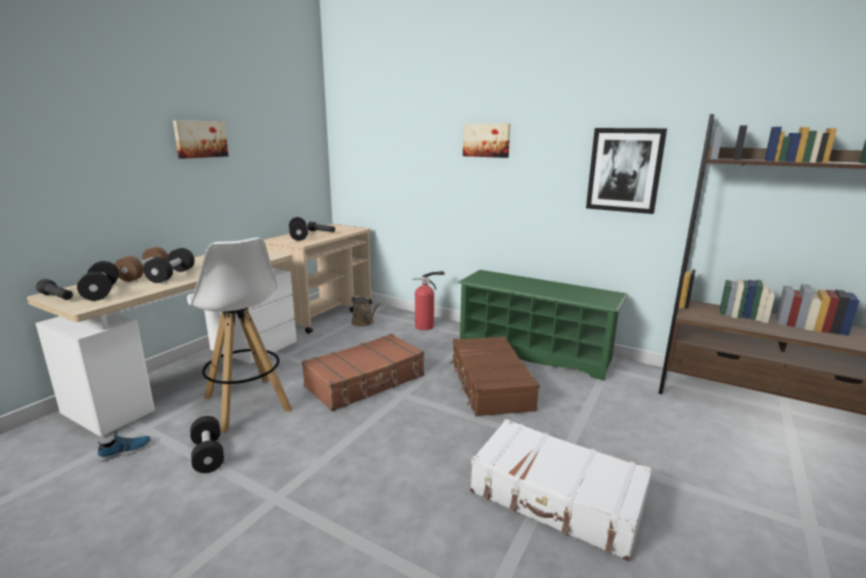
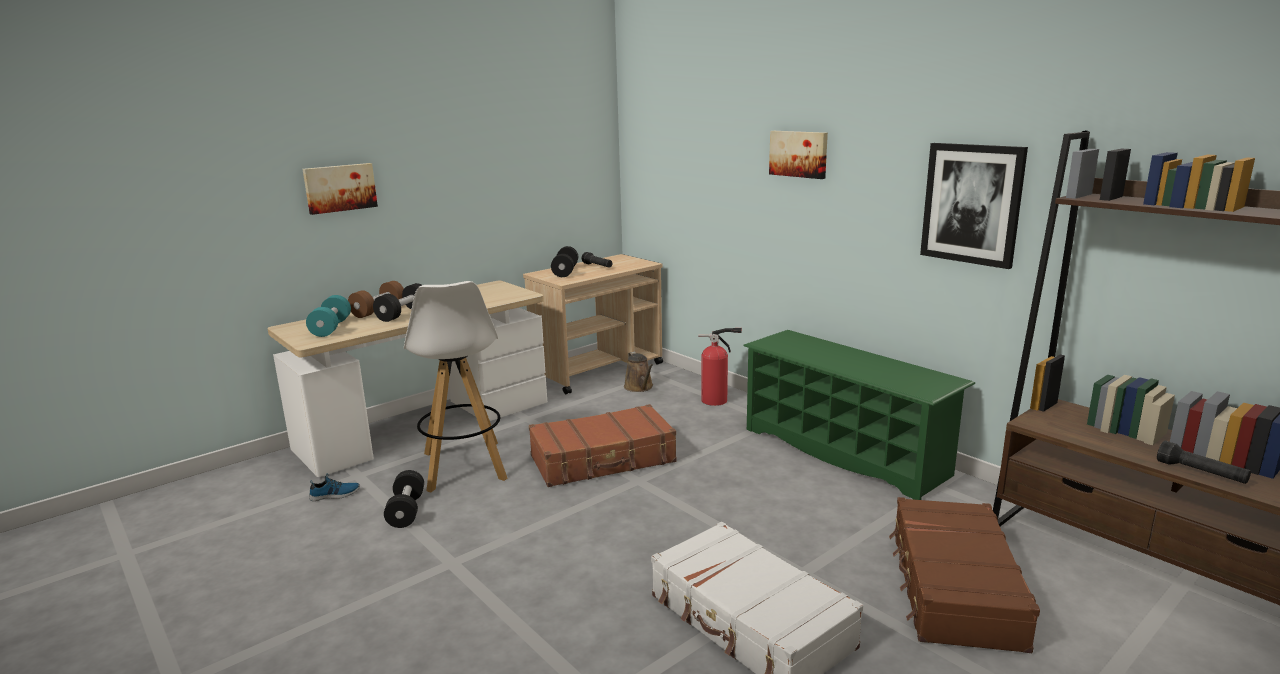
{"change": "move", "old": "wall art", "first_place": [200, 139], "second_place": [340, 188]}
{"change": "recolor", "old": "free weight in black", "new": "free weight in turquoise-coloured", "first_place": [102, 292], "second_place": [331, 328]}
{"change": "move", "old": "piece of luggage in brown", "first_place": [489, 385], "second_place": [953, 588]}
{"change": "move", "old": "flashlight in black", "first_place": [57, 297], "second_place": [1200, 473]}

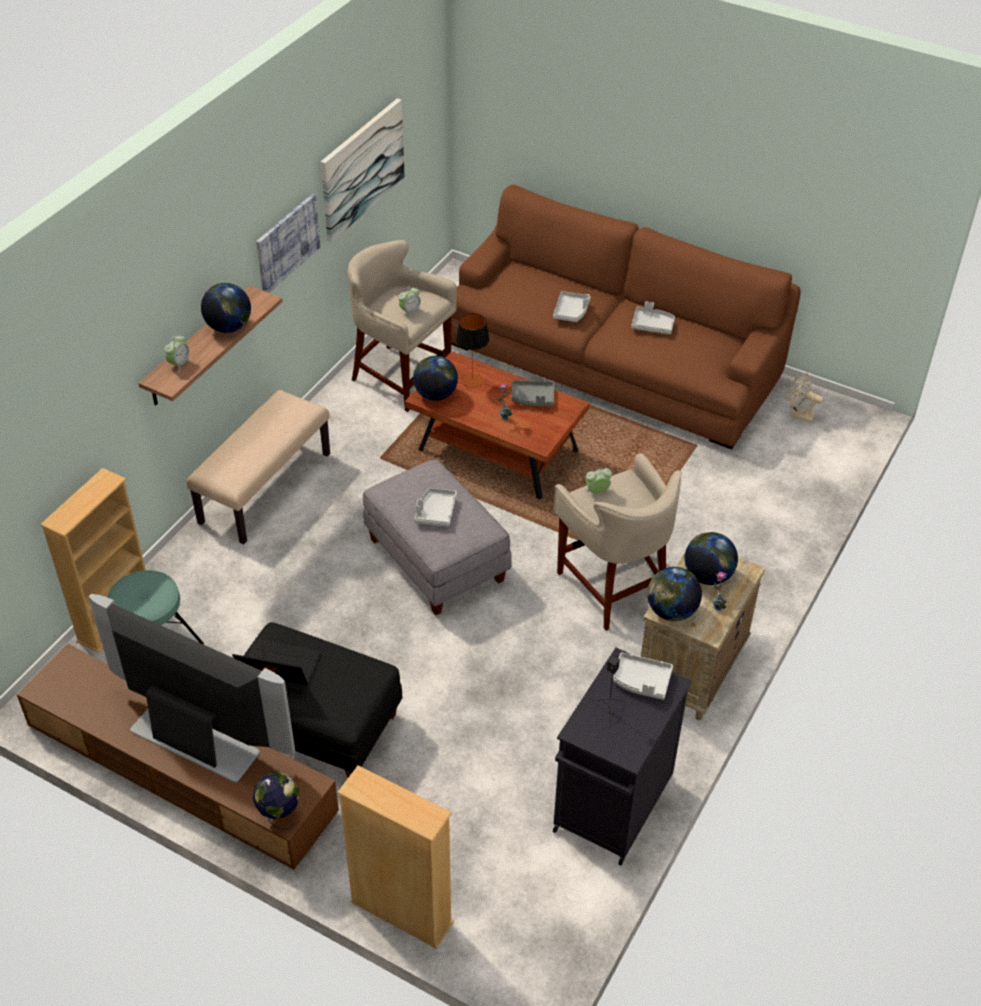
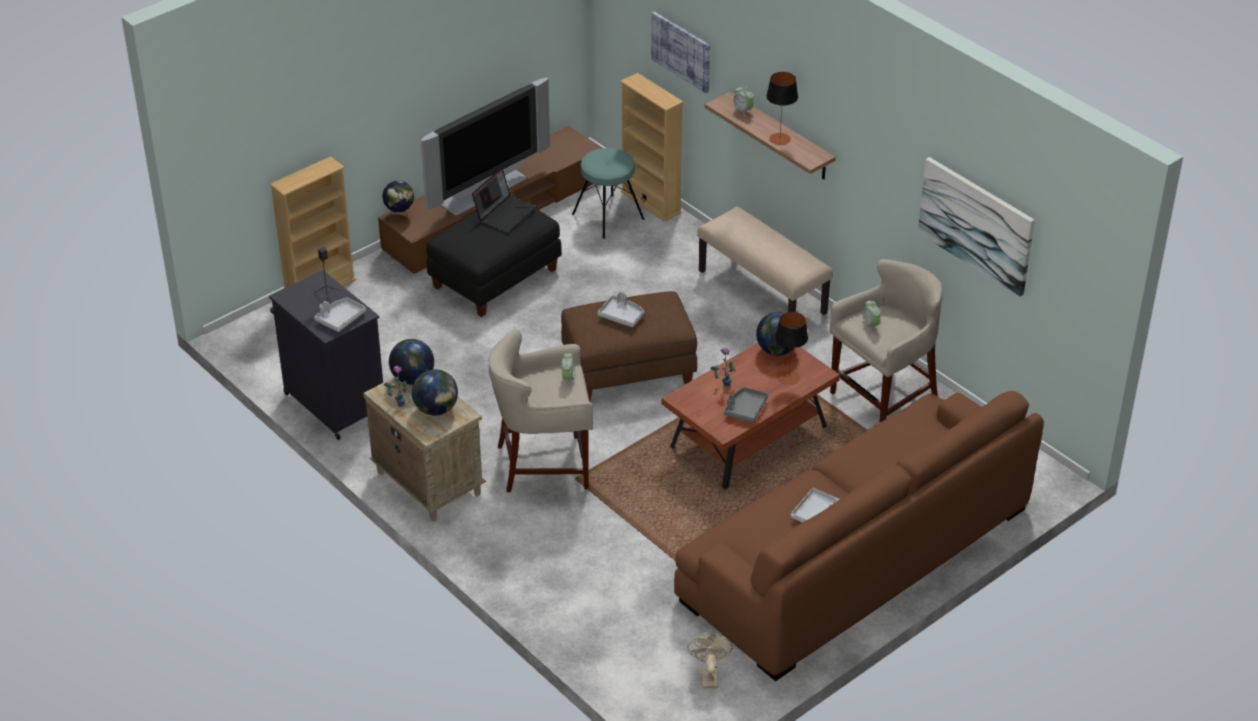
{"change": "recolor", "old": "ottoman in greyish", "new": "ottoman in brown", "first_place": [435, 560], "second_place": [629, 369]}
{"change": "move", "old": "wall art", "first_place": [287, 243], "second_place": [681, 51]}
{"change": "rotate", "old": "cooling fan in sand-coloured", "first_place": [798, 415], "second_place": [709, 675], "degrees": -45}
{"change": "replace", "old": "world globe", "new": "table lamp", "first_place": [229, 327], "second_place": [779, 139]}
{"change": "delete", "old": "carrying tray in greyish", "first_place": [571, 311]}

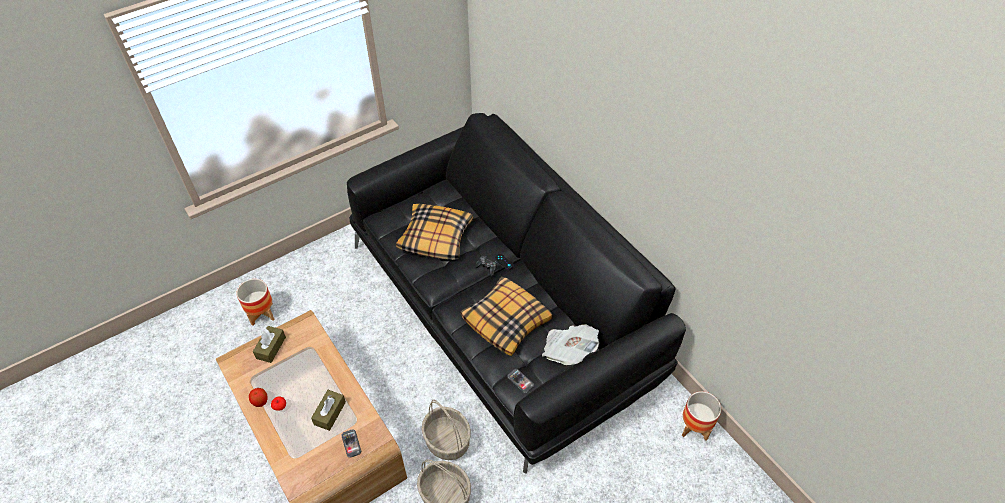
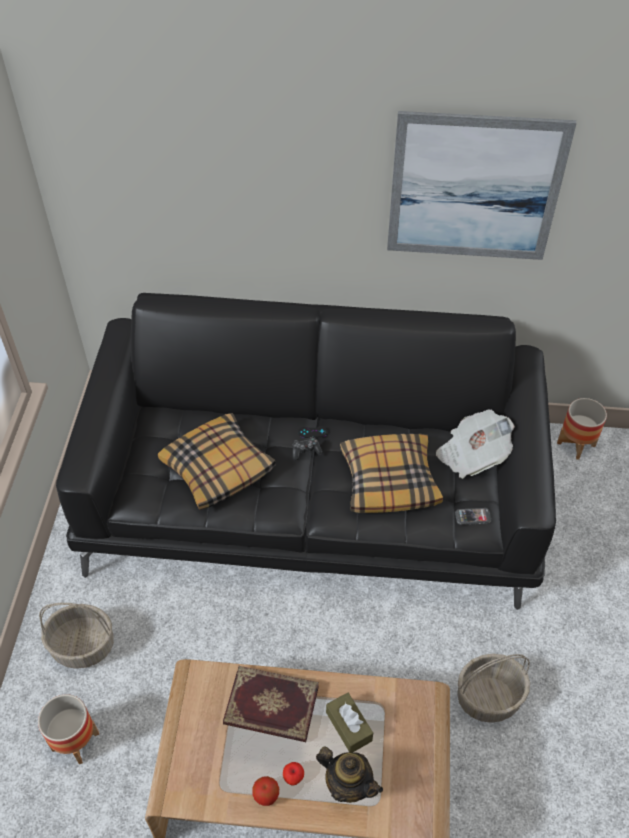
{"change": "move", "old": "household basket", "first_place": [447, 440], "second_place": [82, 646]}
{"change": "insert", "new": "book", "second_place": [271, 707]}
{"change": "insert", "new": "tea pot", "second_place": [348, 784]}
{"change": "insert", "new": "wall art", "second_place": [474, 188]}
{"change": "delete", "old": "tissue holder in brown", "first_place": [271, 347]}
{"change": "delete", "old": "phone", "first_place": [351, 443]}

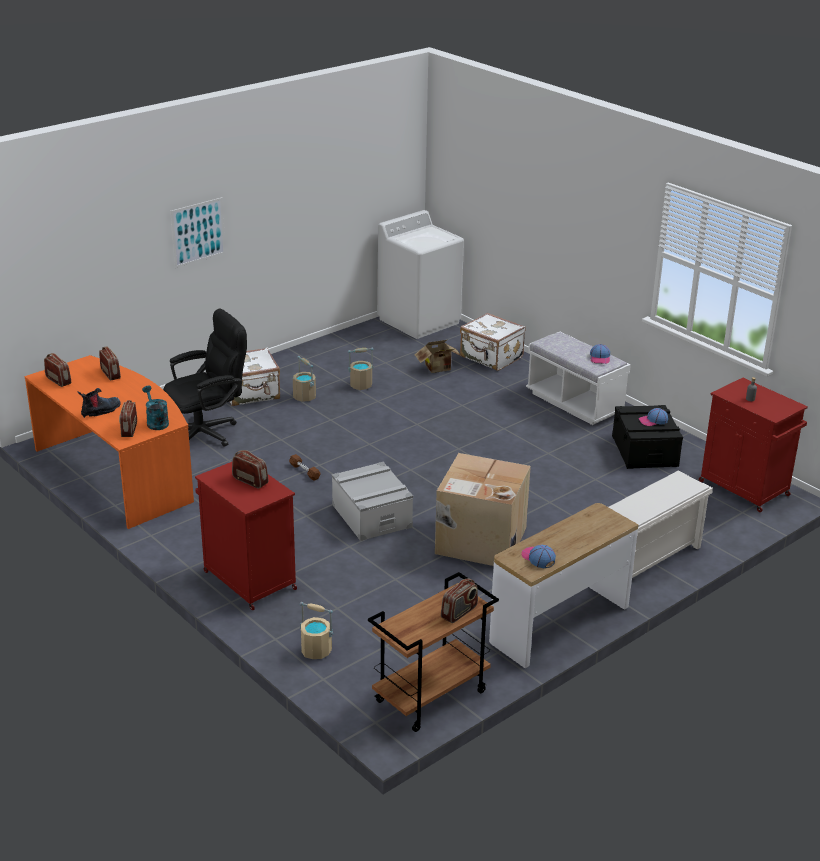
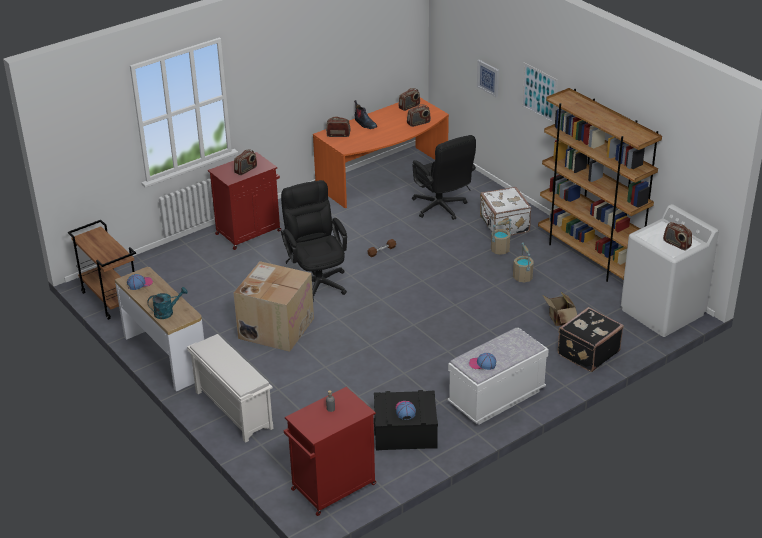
{"change": "move", "old": "watering can in turquoise-coloured", "first_place": [156, 422], "second_place": [167, 312]}
{"change": "replace", "old": "storage bin in greyish", "new": "office chair in black", "first_place": [371, 516], "second_place": [317, 280]}
{"change": "insert", "new": "wall art", "second_place": [488, 78]}
{"change": "insert", "new": "shelving unit in brown", "second_place": [589, 257]}
{"change": "recolor", "old": "piece of luggage in white-coloured", "new": "piece of luggage in black", "first_place": [491, 358], "second_place": [587, 352]}
{"change": "move", "old": "radio receiver", "first_place": [459, 612], "second_place": [676, 244]}
{"change": "delete", "old": "water bucket in sand-coloured", "first_place": [316, 650]}

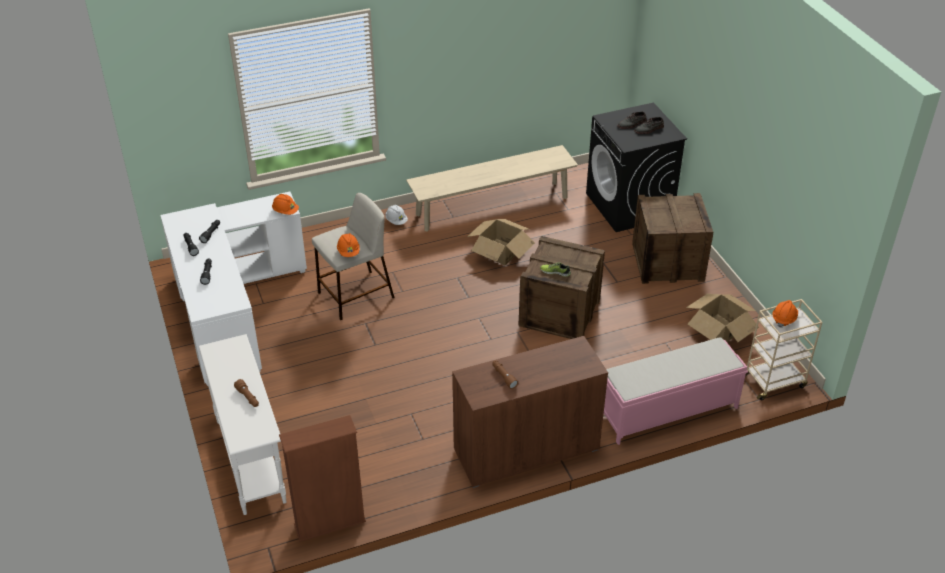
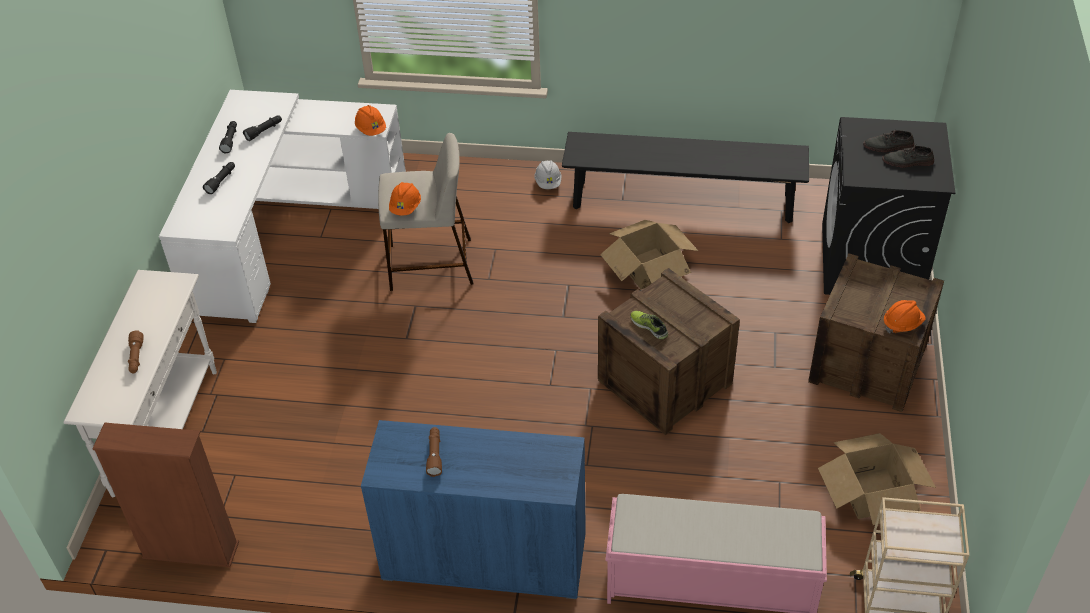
{"change": "recolor", "old": "cabinet in brown", "new": "cabinet in blue", "first_place": [526, 449], "second_place": [484, 557]}
{"change": "recolor", "old": "long seat in sand-coloured", "new": "long seat in black", "first_place": [492, 206], "second_place": [682, 201]}
{"change": "move", "old": "work helmet in orange", "first_place": [784, 319], "second_place": [902, 324]}

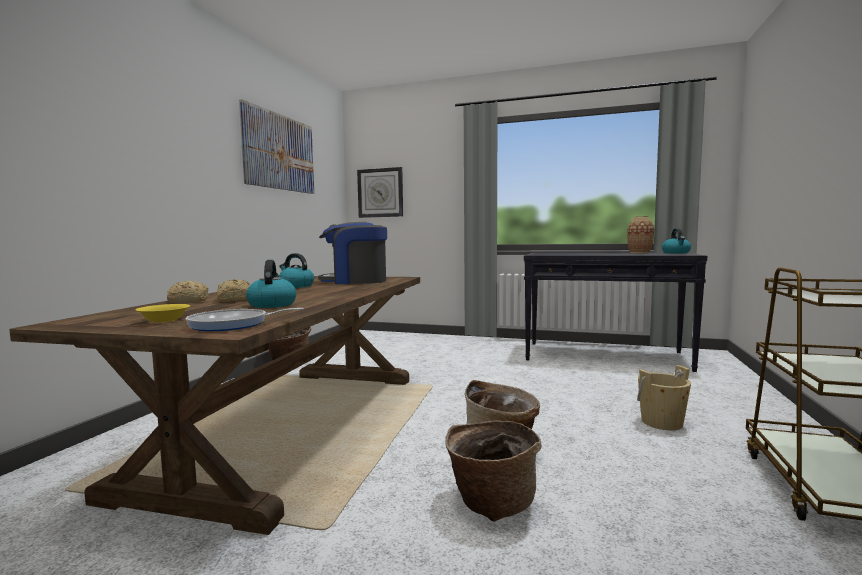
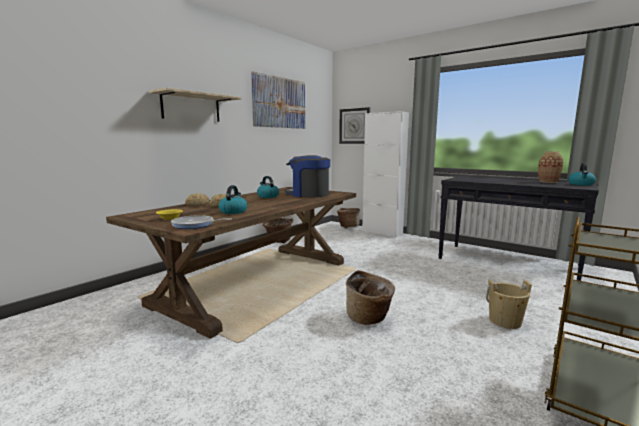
{"change": "insert", "new": "bracket shelf", "second_place": [191, 107]}
{"change": "move", "old": "household basket", "first_place": [491, 502], "second_place": [348, 226]}
{"change": "insert", "new": "cabinet in white-coloured", "second_place": [382, 232]}

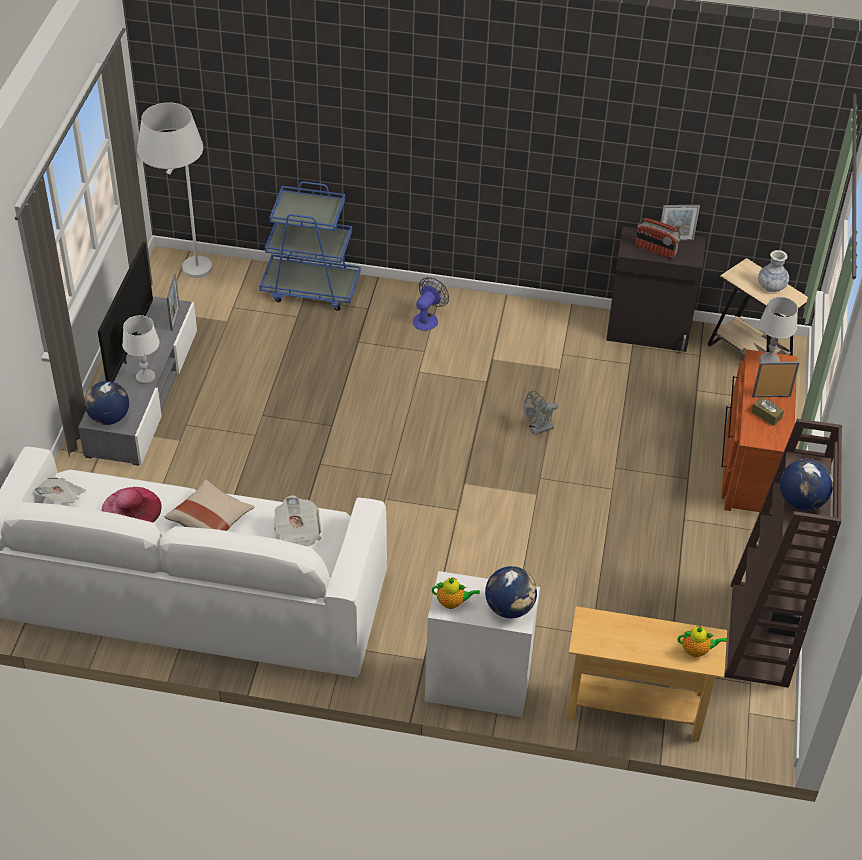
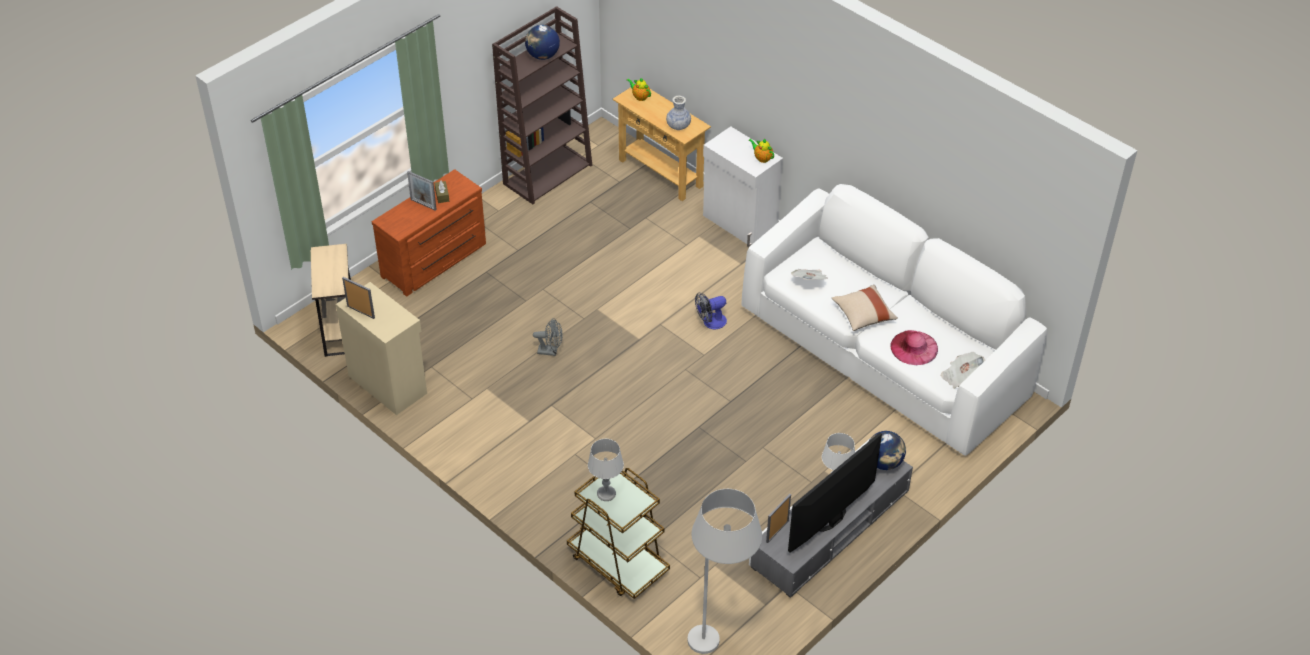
{"change": "recolor", "old": "cabinet in black", "new": "cabinet in sand-coloured", "first_place": [648, 332], "second_place": [388, 383]}
{"change": "recolor", "old": "trolley in blue", "new": "trolley in brown", "first_place": [311, 289], "second_place": [617, 562]}
{"change": "move", "old": "table lamp in greyish", "first_place": [769, 361], "second_place": [606, 494]}
{"change": "move", "old": "flower vase", "first_place": [771, 286], "second_place": [678, 126]}
{"change": "move", "old": "cooling fan", "first_place": [427, 318], "second_place": [710, 322]}
{"change": "delete", "old": "world globe", "first_place": [510, 608]}
{"change": "delete", "old": "radio receiver", "first_place": [655, 250]}

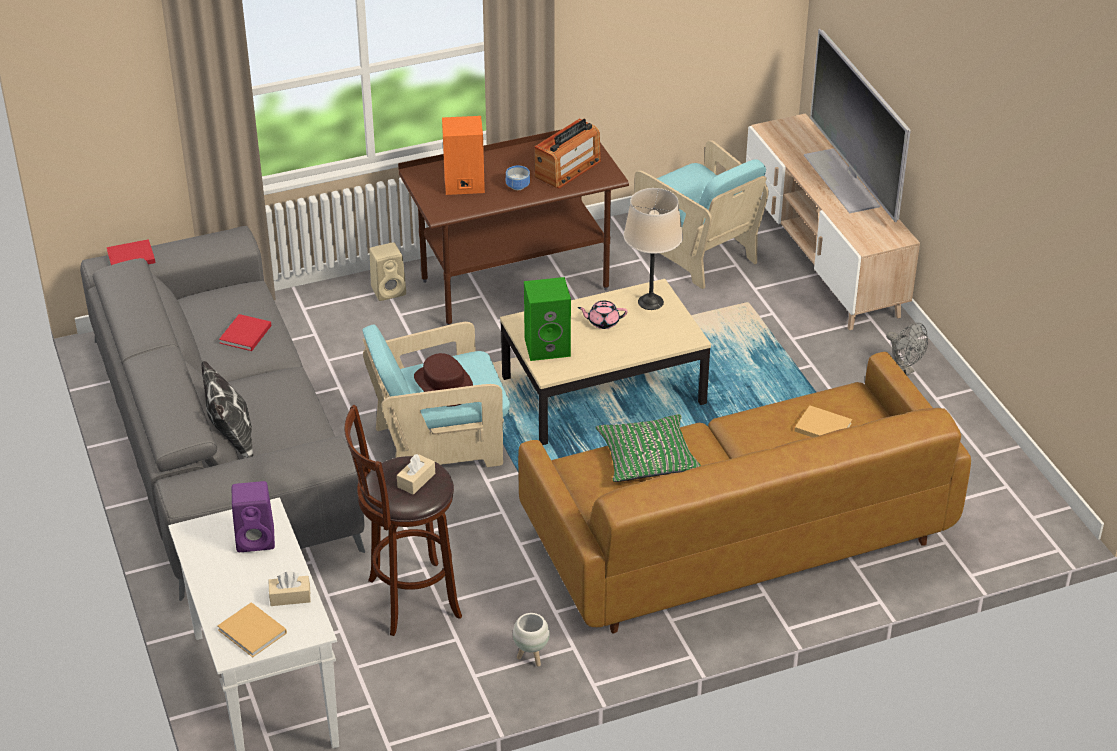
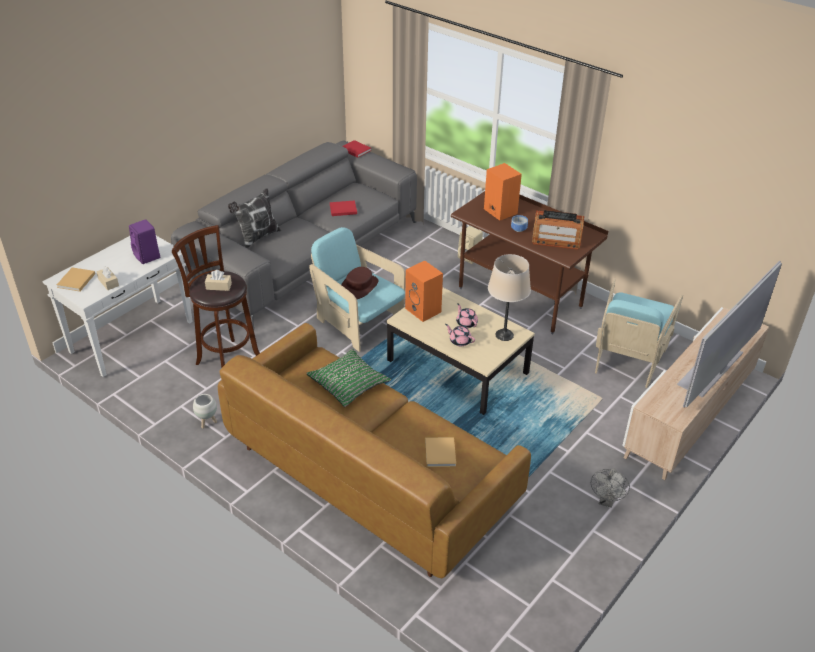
{"change": "recolor", "old": "loudspeaker in greenish", "new": "loudspeaker in orange", "first_place": [548, 346], "second_place": [424, 310]}
{"change": "insert", "new": "tea pot in pinkish", "second_place": [459, 341]}

